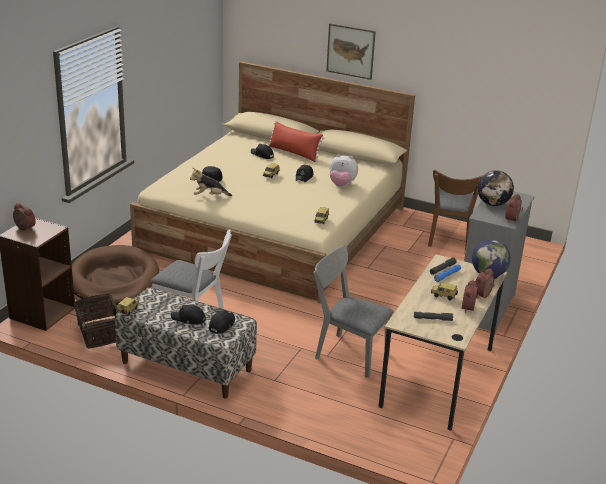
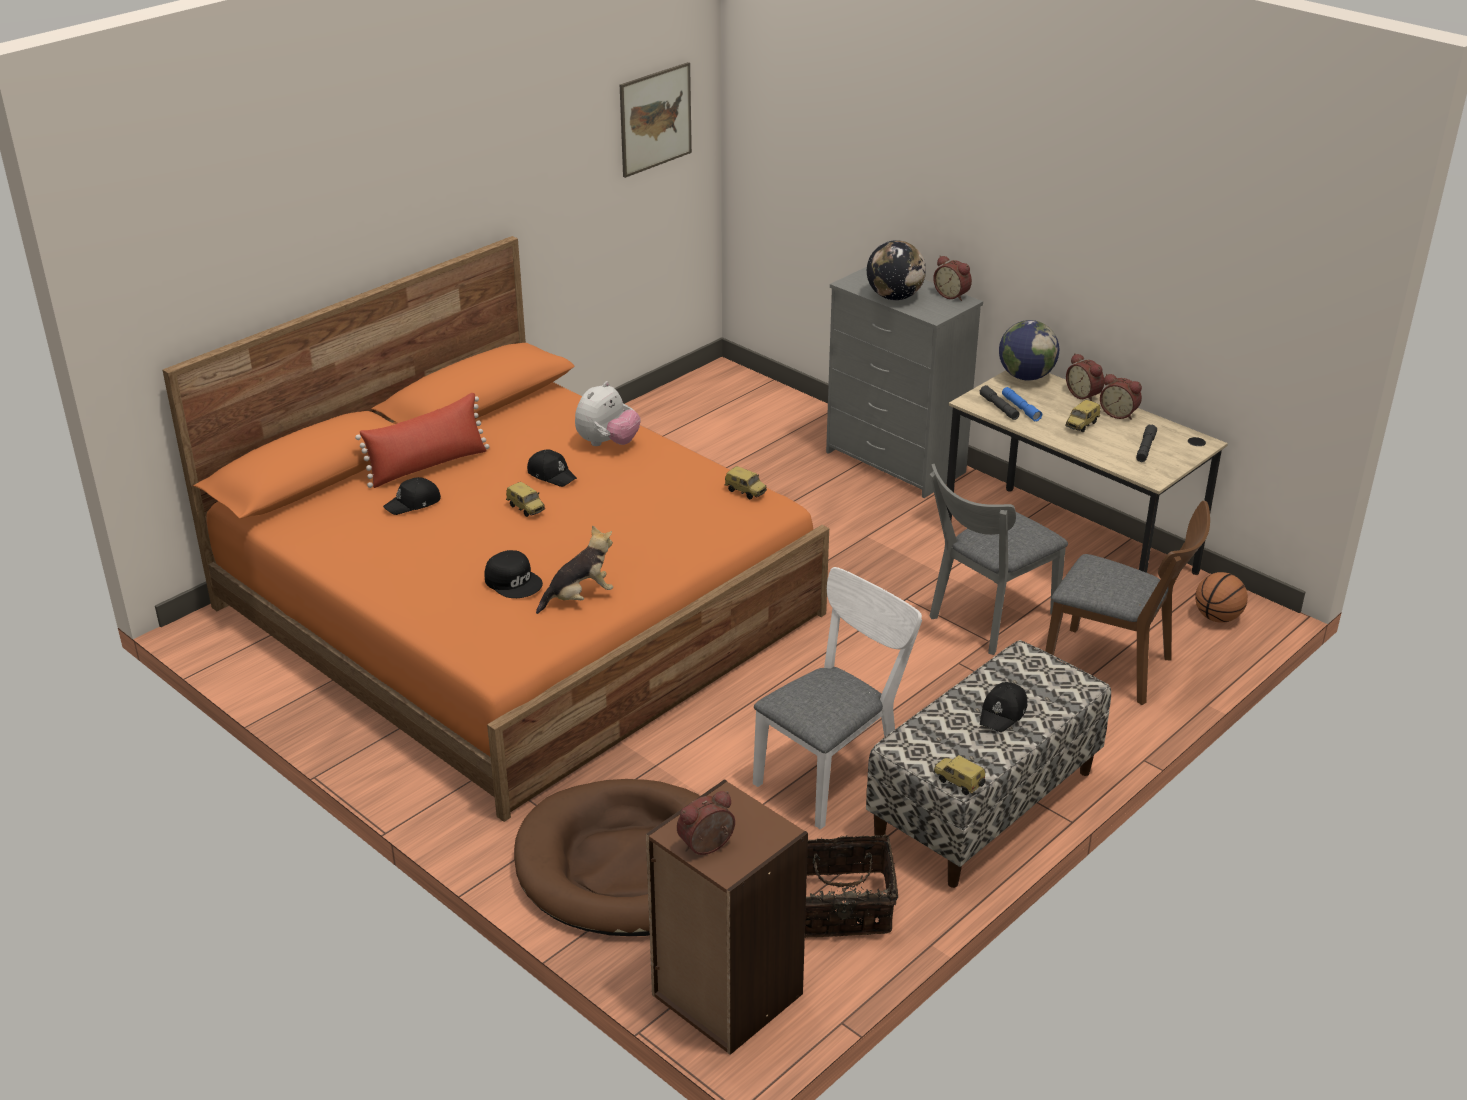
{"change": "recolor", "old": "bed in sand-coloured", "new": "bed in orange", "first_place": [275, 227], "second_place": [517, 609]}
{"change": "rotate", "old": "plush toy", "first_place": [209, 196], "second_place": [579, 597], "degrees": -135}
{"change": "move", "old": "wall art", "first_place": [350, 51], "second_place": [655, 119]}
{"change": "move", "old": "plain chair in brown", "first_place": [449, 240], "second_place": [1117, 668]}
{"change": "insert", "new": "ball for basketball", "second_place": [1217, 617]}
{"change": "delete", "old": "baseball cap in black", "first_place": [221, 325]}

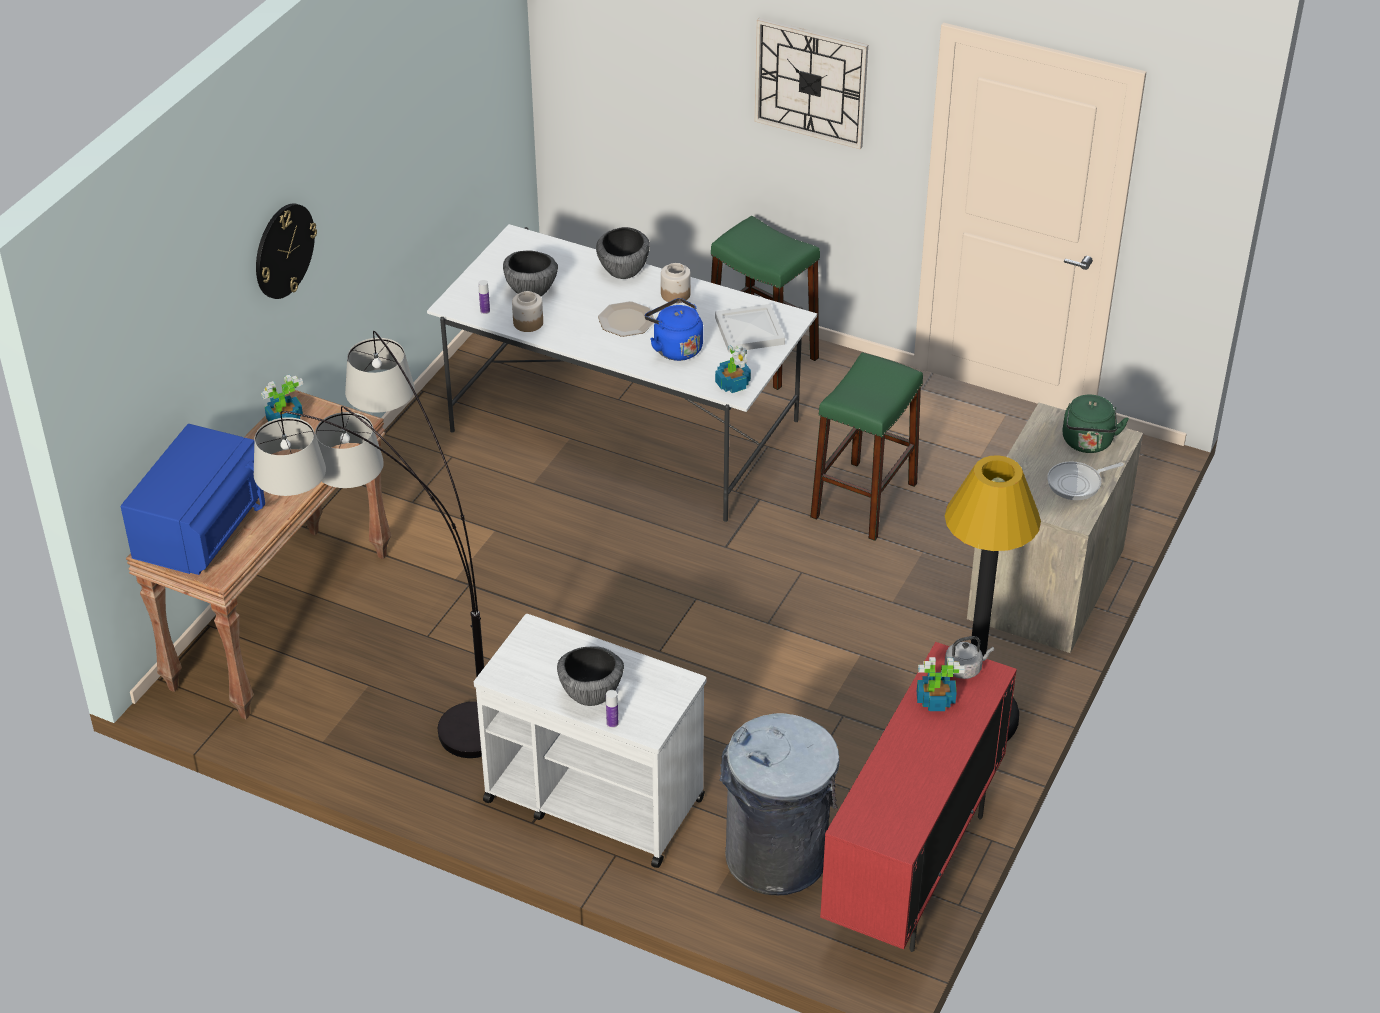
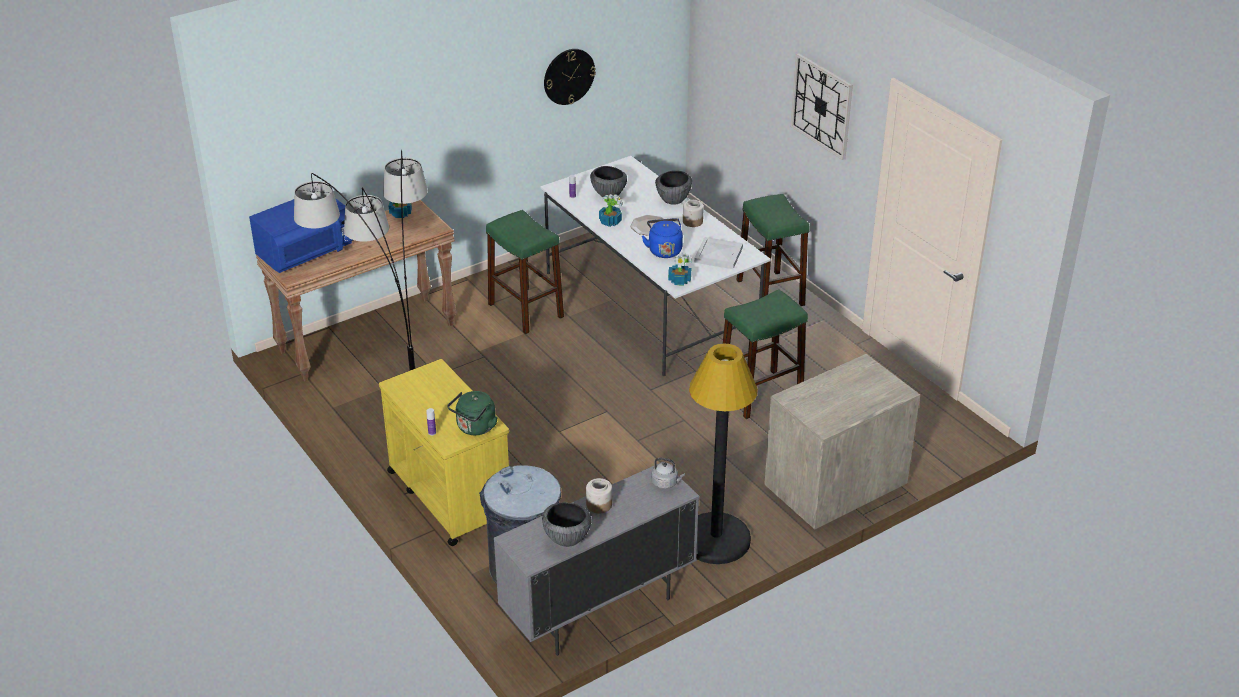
{"change": "recolor", "old": "trolley in white-coloured", "new": "trolley in yellowish", "first_place": [592, 799], "second_place": [449, 495]}
{"change": "move", "old": "water kettle in greenish", "first_place": [1088, 443], "second_place": [475, 428]}
{"change": "insert", "new": "sitting stool in greenish", "second_place": [525, 310]}
{"change": "recolor", "old": "cabinet in red", "new": "cabinet in greyish", "first_place": [912, 870], "second_place": [598, 610]}
{"change": "move", "old": "bowl", "first_place": [591, 695], "second_place": [567, 539]}
{"change": "move", "old": "clock on the wall", "first_place": [283, 250], "second_place": [568, 76]}
{"change": "move", "old": "jar", "first_place": [528, 323], "second_place": [598, 505]}
{"change": "move", "old": "potted plant", "first_place": [934, 700], "second_place": [610, 221]}
{"change": "delete", "old": "frying pan", "first_place": [1077, 483]}

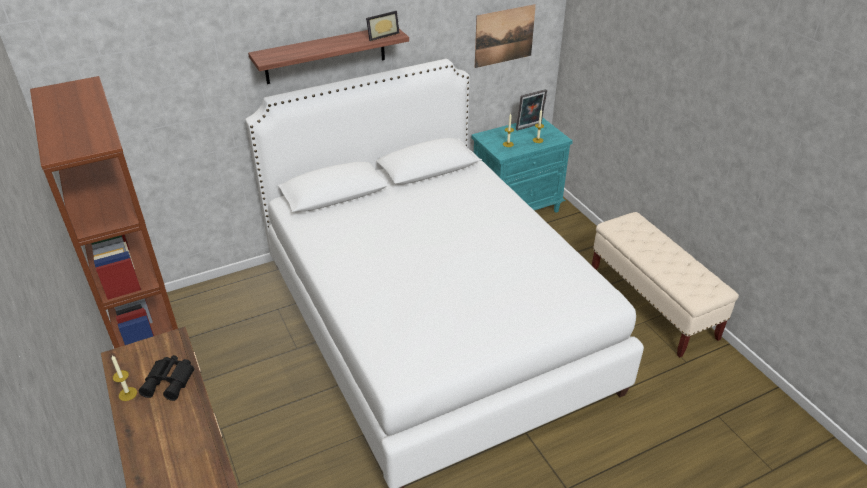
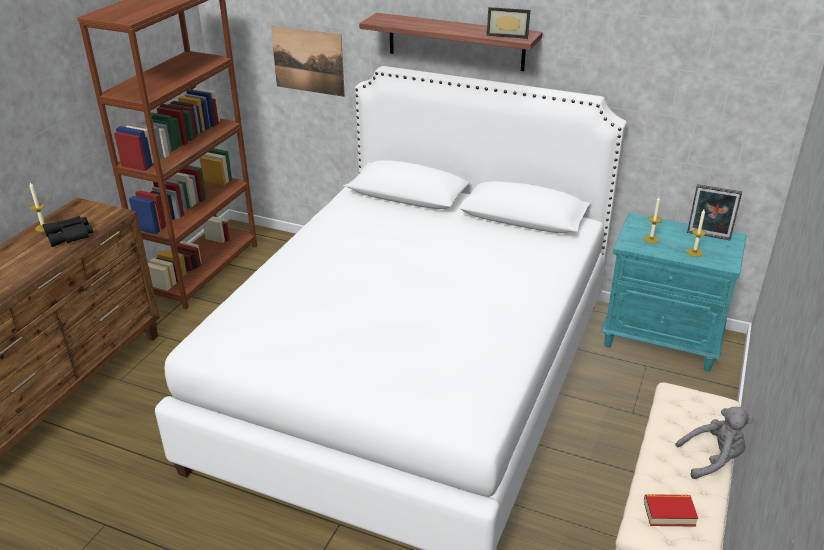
{"change": "move", "old": "wall art", "first_place": [504, 36], "second_place": [308, 61]}
{"change": "insert", "new": "book", "second_place": [669, 513]}
{"change": "insert", "new": "plush toy in greyish", "second_place": [713, 459]}

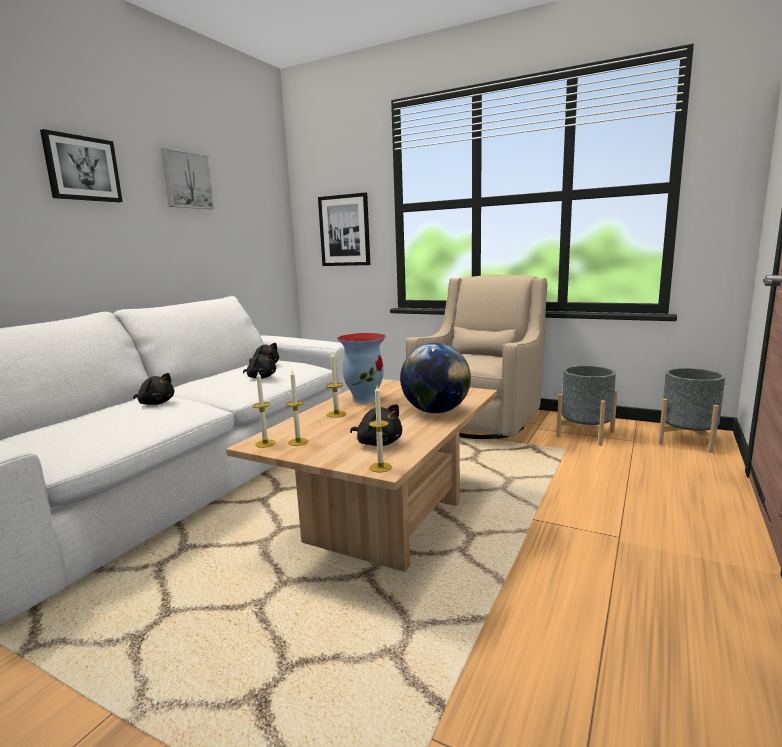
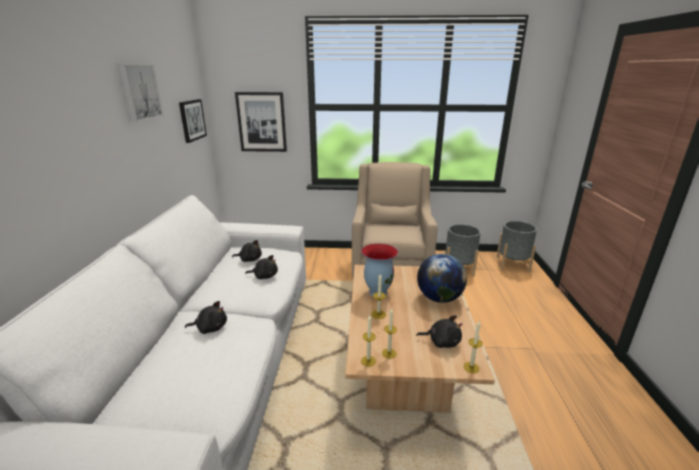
{"change": "move", "old": "wall art", "first_place": [82, 168], "second_place": [192, 120]}

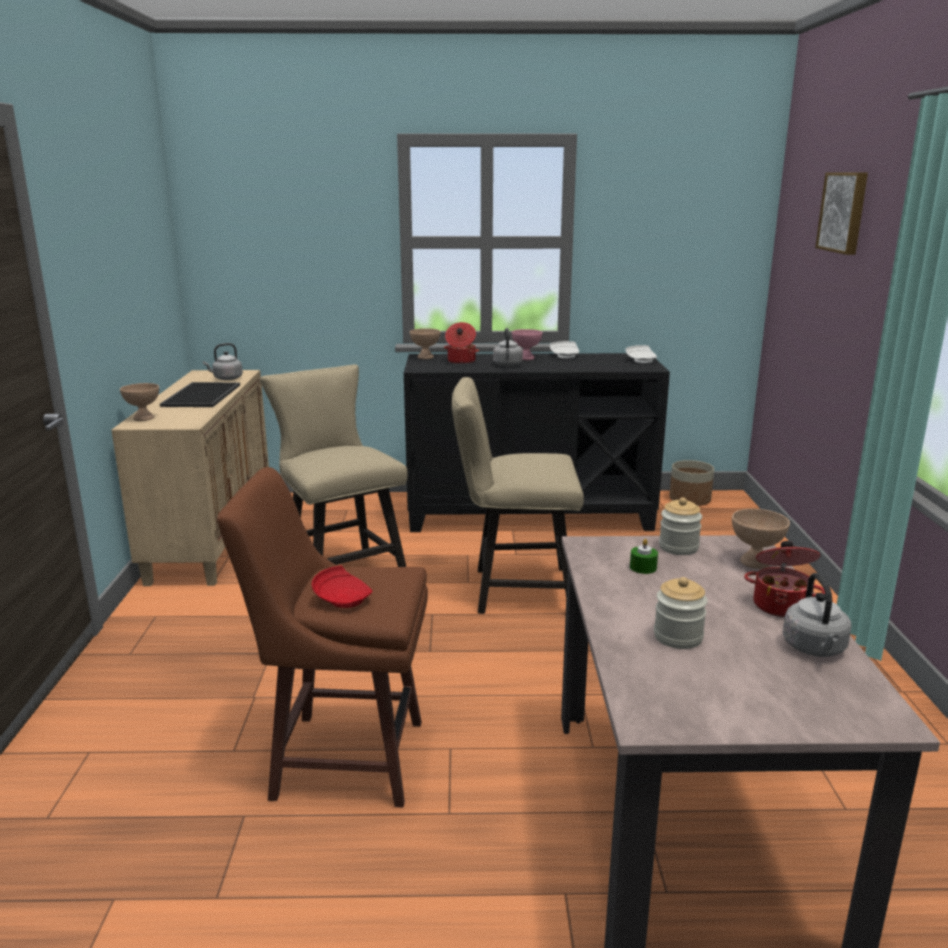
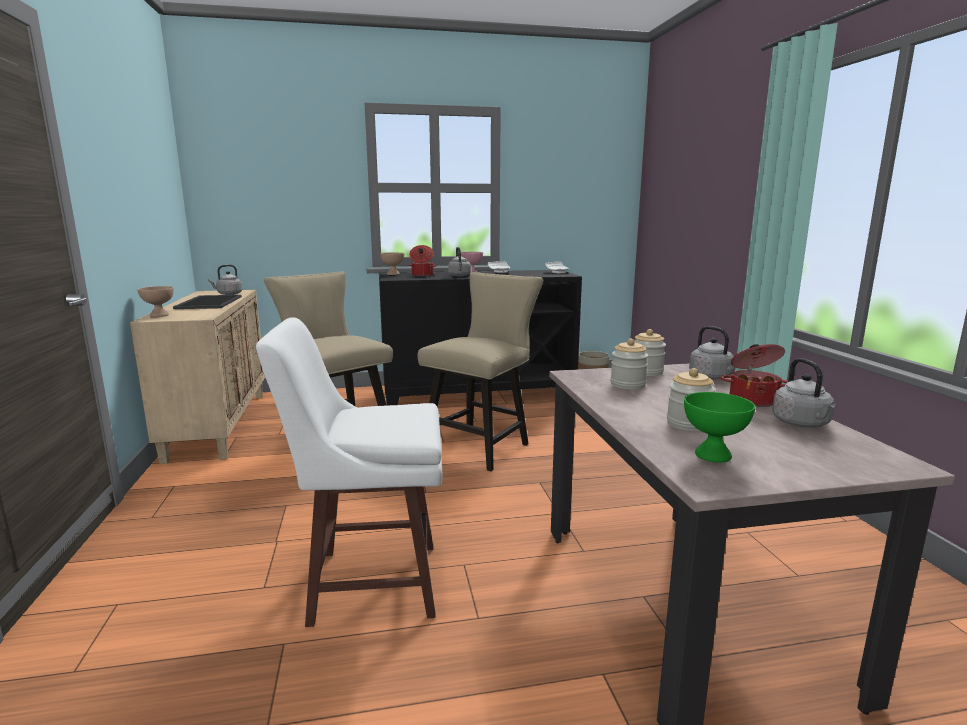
{"change": "recolor", "old": "sitting stool in brown", "new": "sitting stool in white-coloured", "first_place": [344, 758], "second_place": [370, 582]}
{"change": "rotate", "old": "plain chair in sand-coloured", "first_place": [513, 591], "second_place": [482, 445], "degrees": 135}
{"change": "replace", "old": "candle in greenish", "new": "jar", "first_place": [643, 567], "second_place": [627, 385]}
{"change": "insert", "new": "bowl in greenish", "second_place": [712, 455]}
{"change": "replace", "old": "bowl in sand-coloured", "new": "water kettle in greyish", "first_place": [756, 562], "second_place": [712, 377]}
{"change": "delete", "old": "flat dish in red", "first_place": [343, 598]}
{"change": "delete", "old": "wall art", "first_place": [844, 212]}

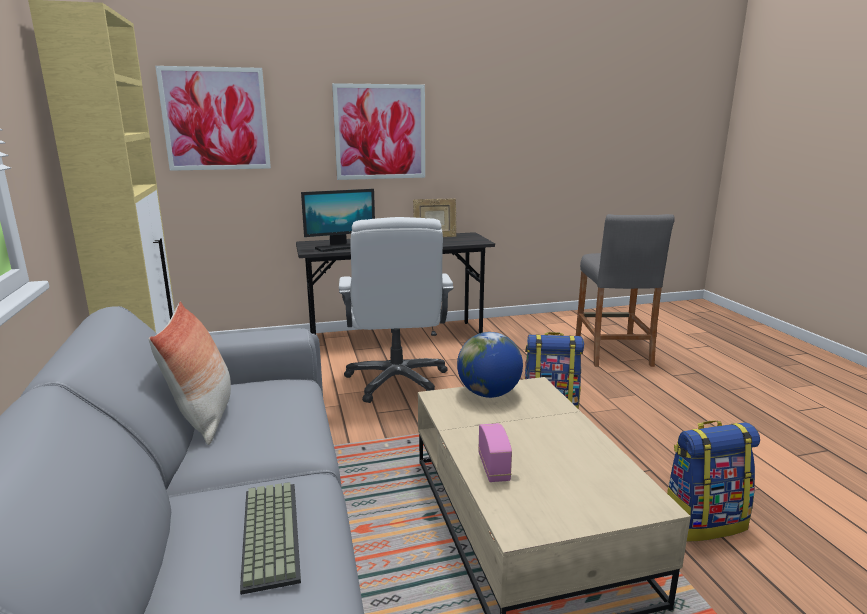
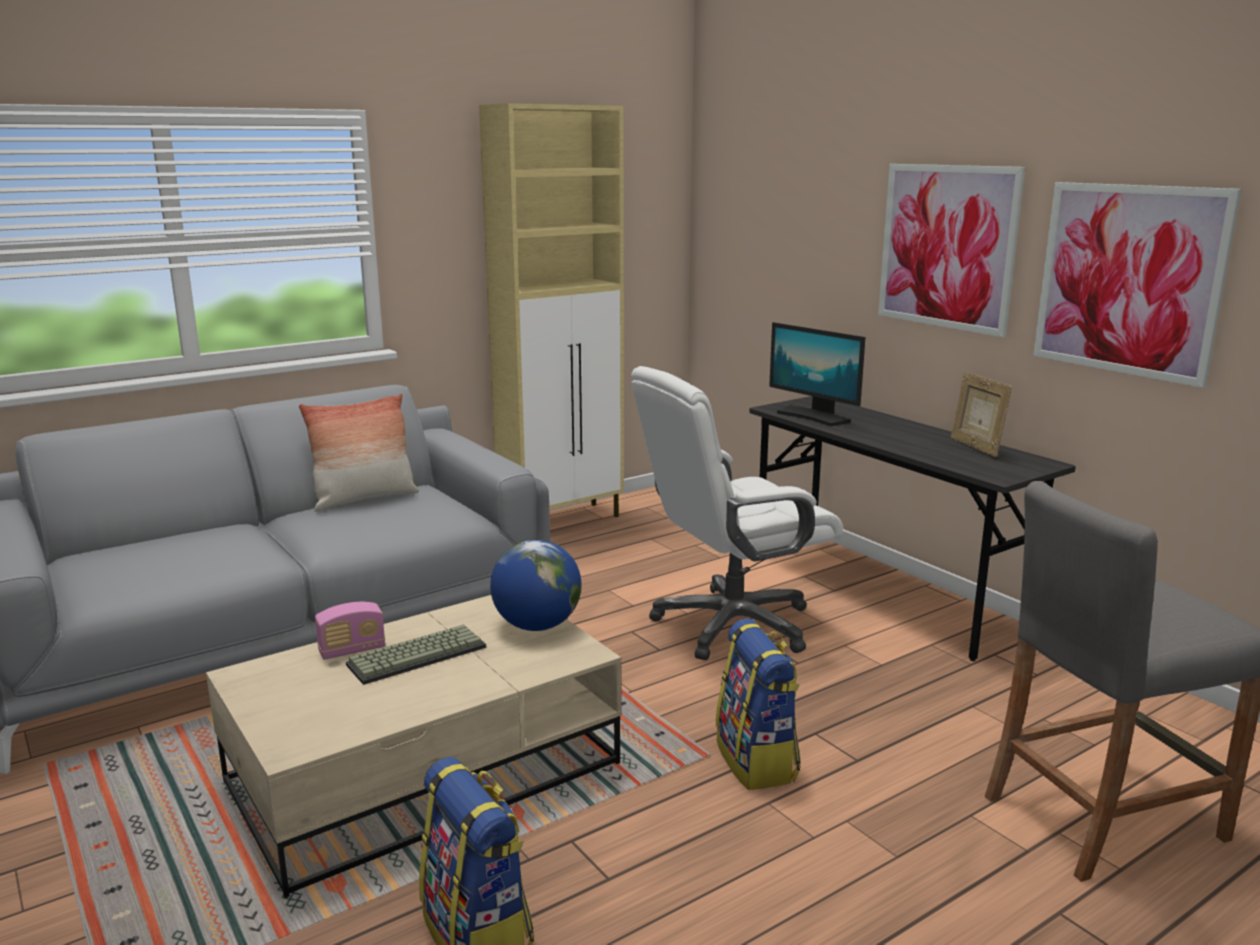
{"change": "move", "old": "computer keyboard", "first_place": [268, 533], "second_place": [417, 655]}
{"change": "move", "old": "wall art", "first_place": [215, 119], "second_place": [1128, 280]}

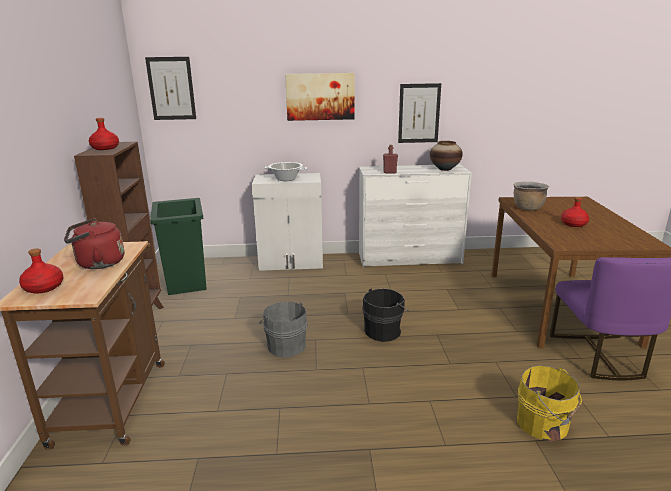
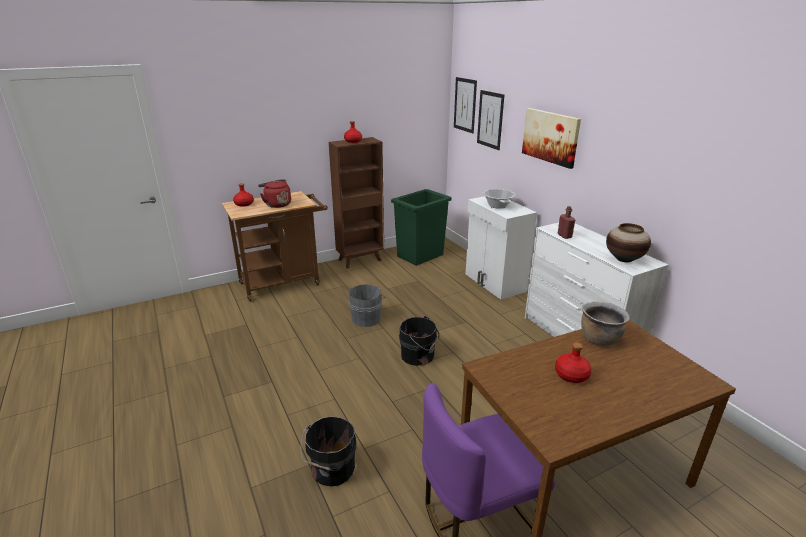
{"change": "recolor", "old": "water bucket in yellowish", "new": "water bucket in black", "first_place": [544, 425], "second_place": [331, 469]}
{"change": "move", "old": "wall art", "first_place": [419, 113], "second_place": [490, 119]}

